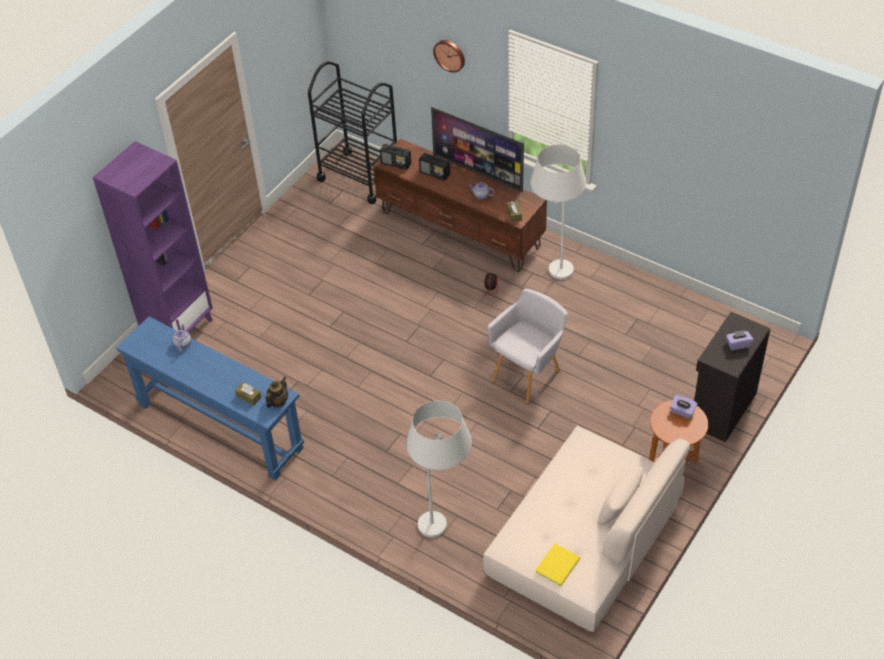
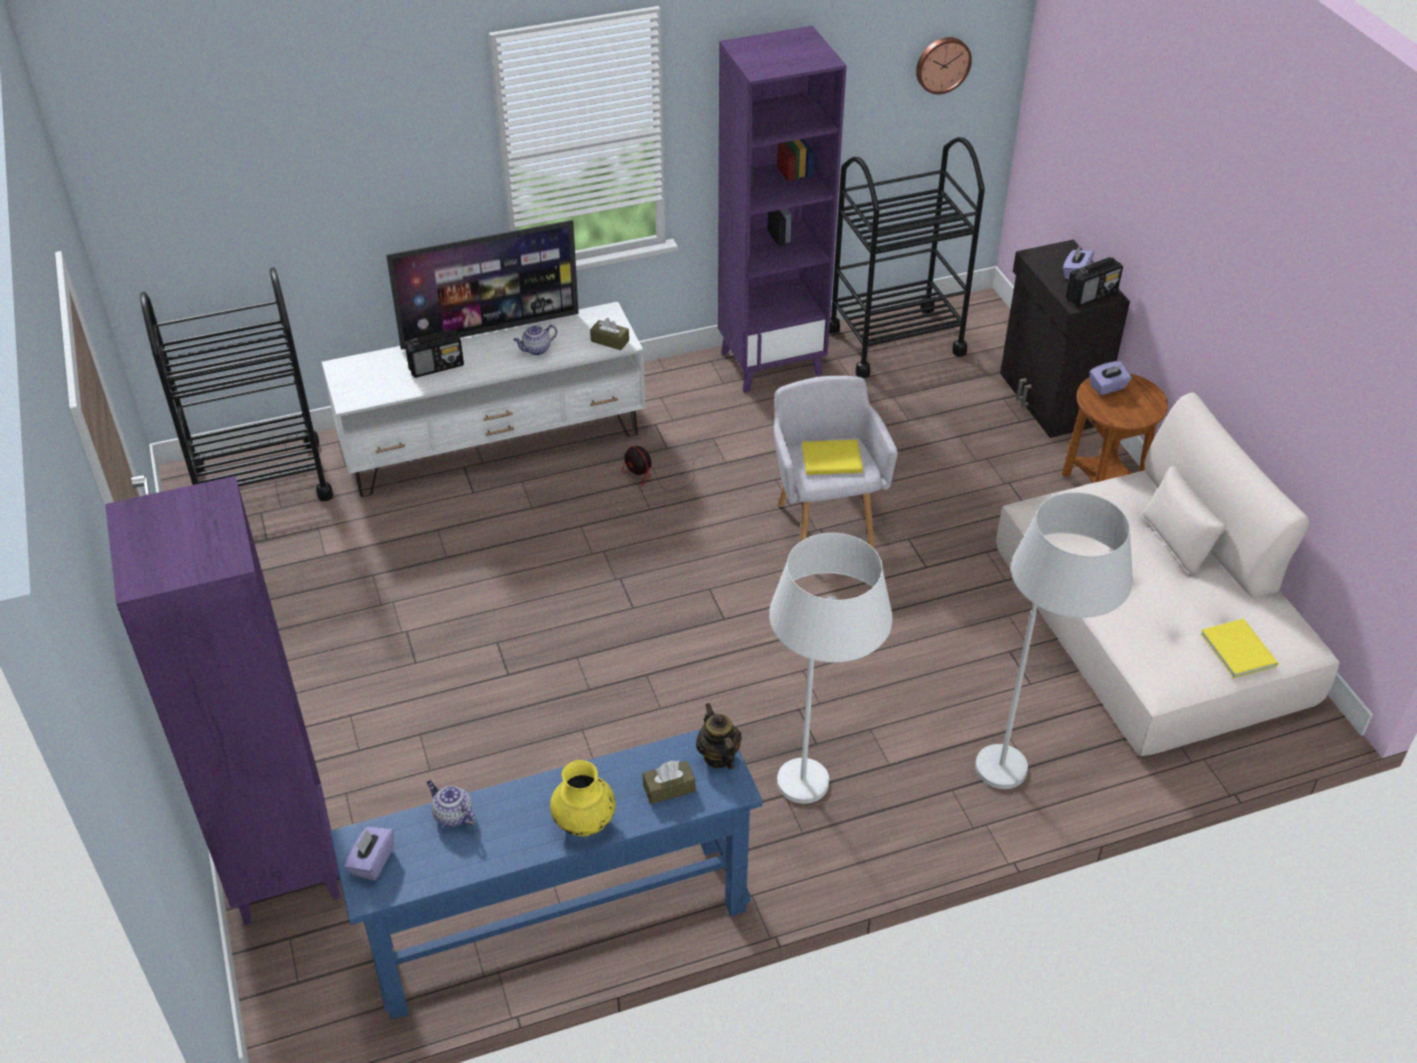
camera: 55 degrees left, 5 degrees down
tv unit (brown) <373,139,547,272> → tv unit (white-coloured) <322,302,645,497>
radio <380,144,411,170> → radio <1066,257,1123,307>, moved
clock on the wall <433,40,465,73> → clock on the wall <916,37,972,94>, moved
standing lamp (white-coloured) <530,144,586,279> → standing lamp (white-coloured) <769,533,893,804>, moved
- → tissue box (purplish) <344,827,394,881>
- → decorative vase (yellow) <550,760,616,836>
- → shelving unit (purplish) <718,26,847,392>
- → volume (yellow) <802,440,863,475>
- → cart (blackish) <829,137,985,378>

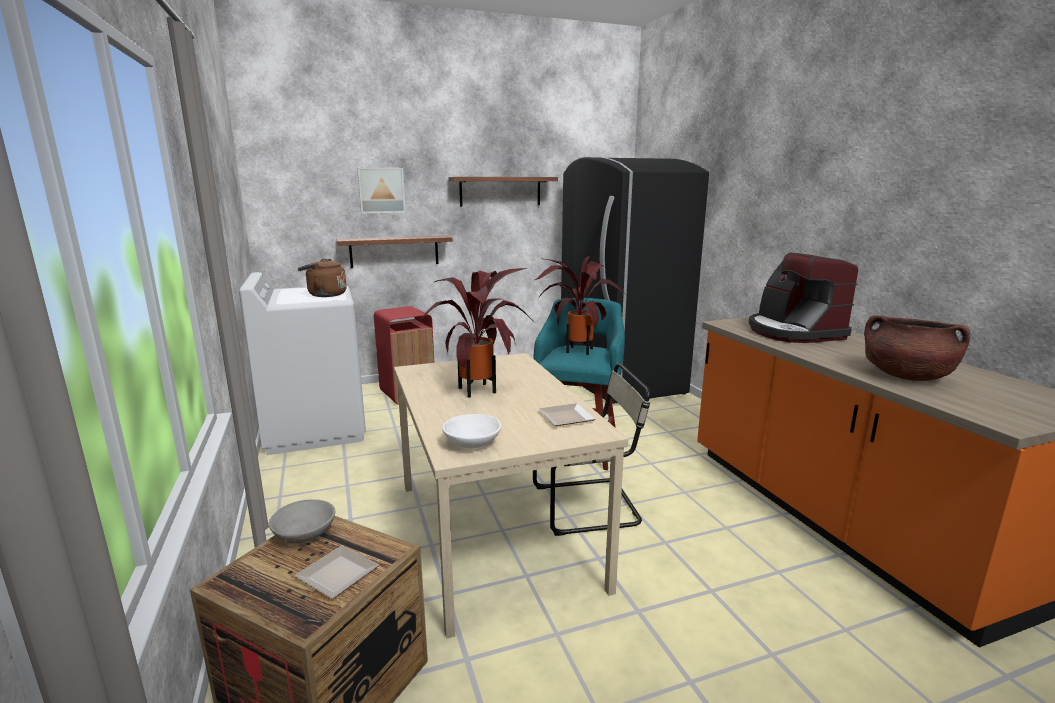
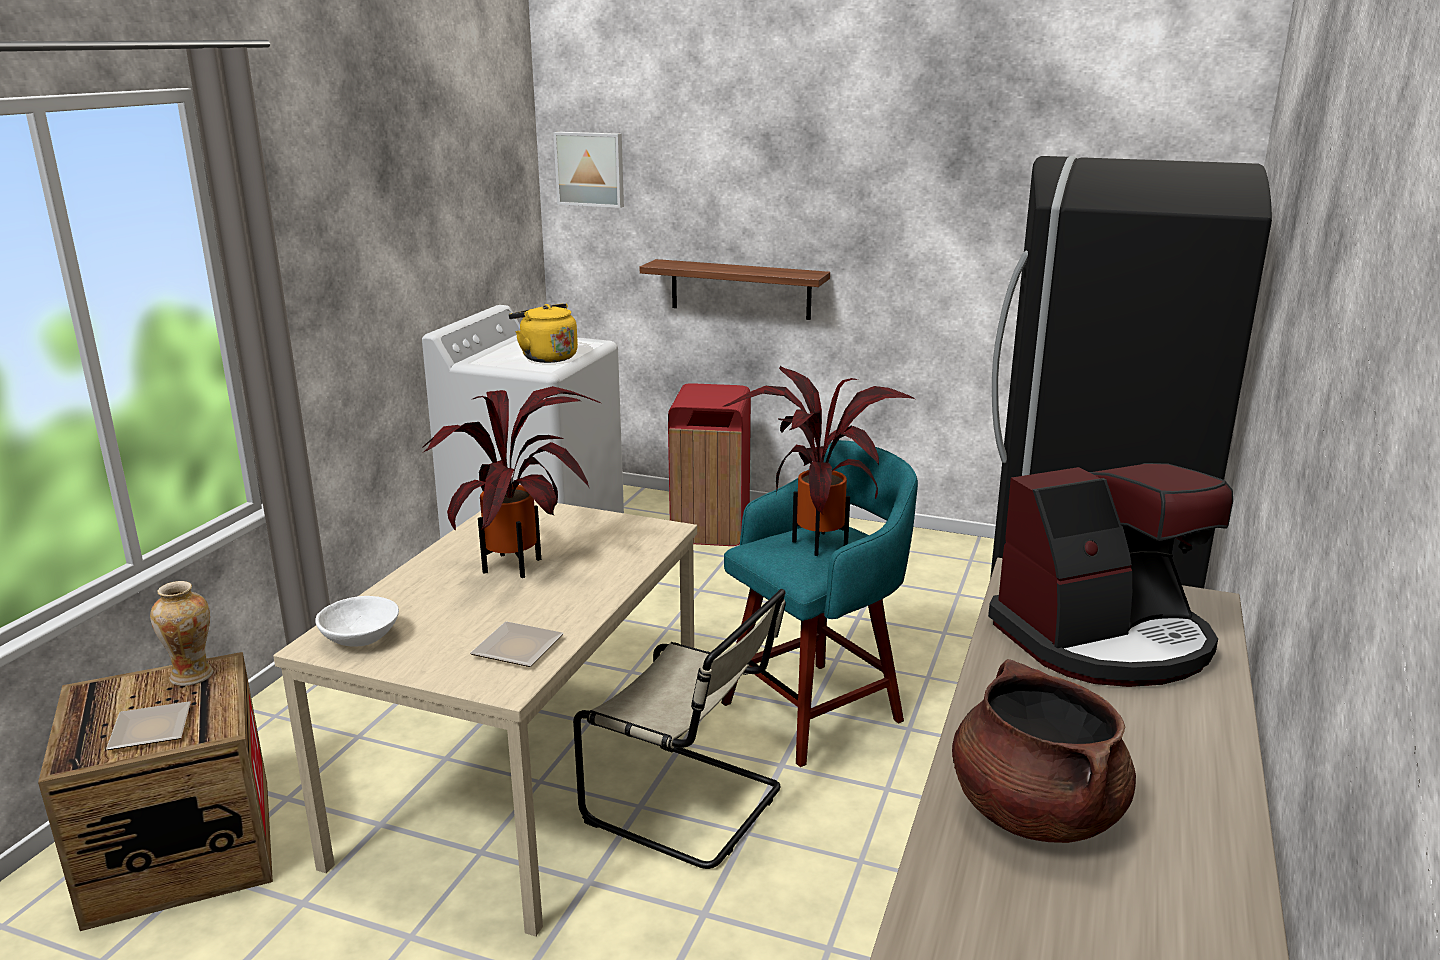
camera: 40 degrees right, 5 degrees up
bowl (greyish) <269,499,335,544> → decorative vase <150,581,213,686>
water kettle (brown) <298,259,347,297> → water kettle (yellow) <509,303,578,363>
picture <357,168,406,214> → picture <553,132,624,208>, moved
bracket shelf <448,177,558,206> → -
coffee machine <749,253,858,343> → coffee machine <988,463,1233,687>, 135 degrees counterclockwise

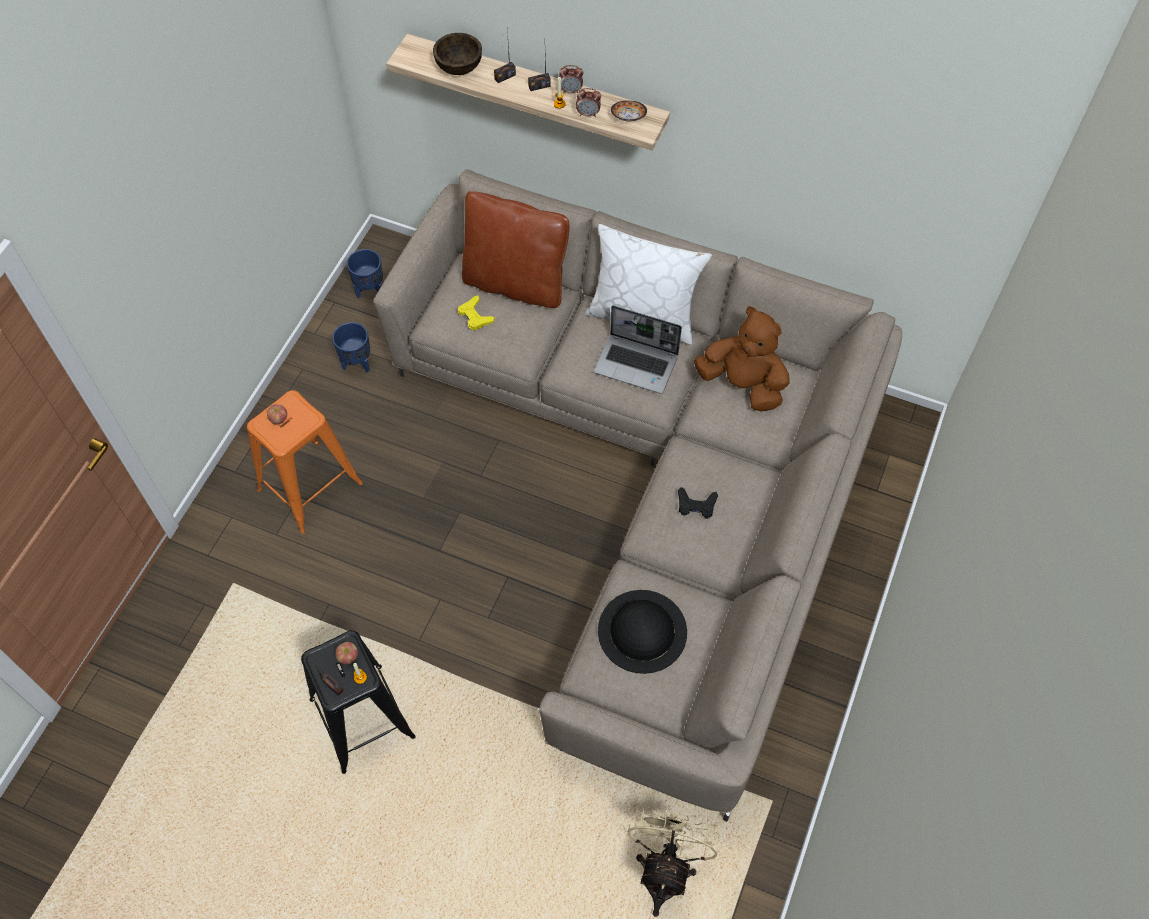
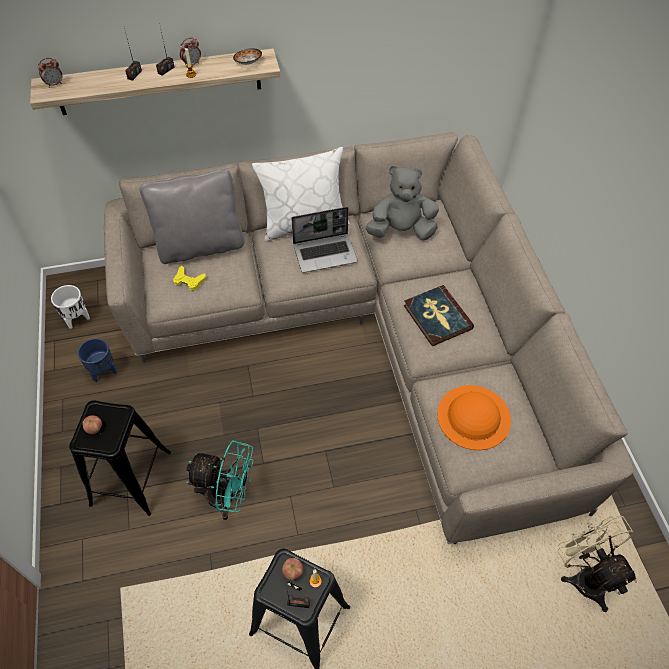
camera: 35 degrees left, 5 degrees down
sitting stool (orangey) <247,390,363,534> → sitting stool (blackish) <69,401,171,516>
planter (blue) <347,249,383,298> → planter (white-coloured) <51,285,90,329>
bowl (brown) <433,33,482,75> → -
cushion (brown) <462,191,569,308> → cushion (greyish) <140,169,244,264>
table clock <576,88,601,117> → table clock <38,58,62,88>, moved
clothing hat (blackish) <598,590,687,674> → clothing hat (orangey) <437,385,511,450>
joypad (blackish) <678,487,718,519> → volume <404,285,474,346>
cuddly toy (brown) <694,306,790,411> → cuddly toy (greyish) <365,166,439,241>
- → fan (turquoise) <186,440,254,520>

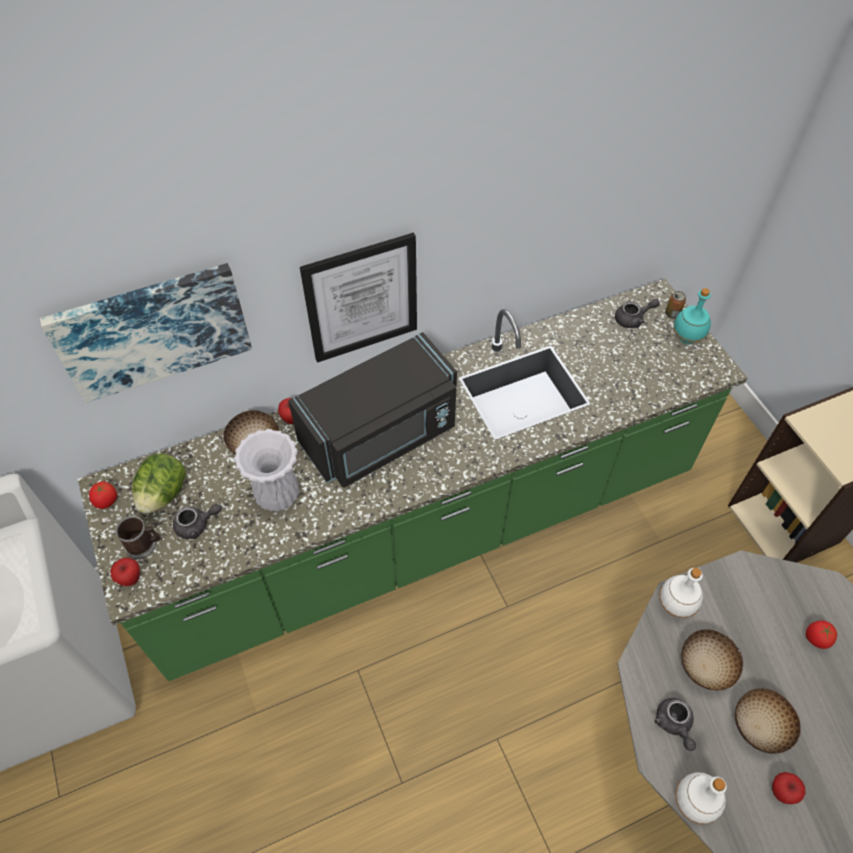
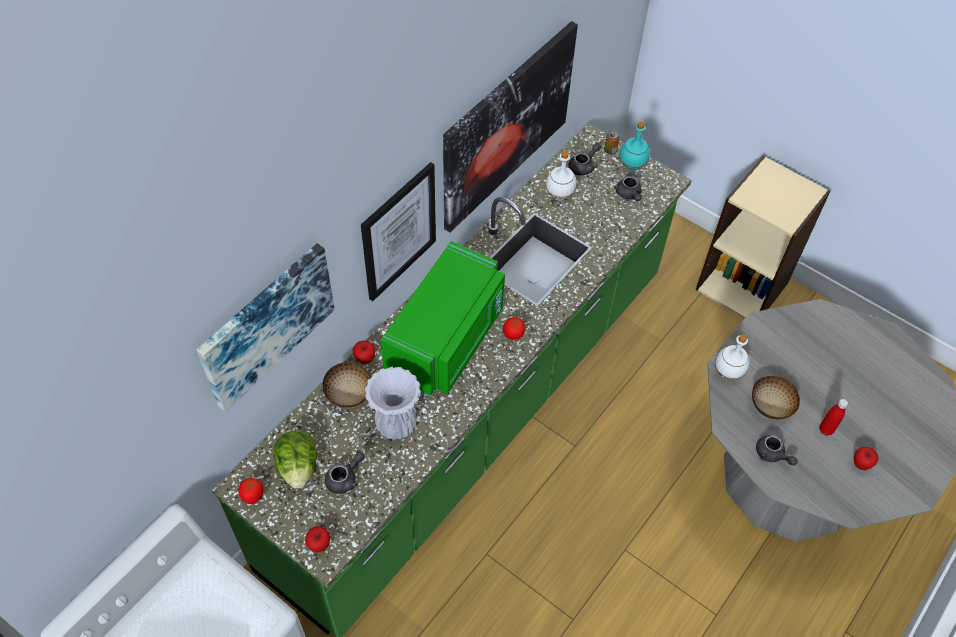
camera: 30 degrees left, 0 degrees up
coffee mug <116,516,161,559> → -
kitchen microwave (blackish) <288,332,457,488> → kitchen microwave (greenish) <381,241,505,397>
beverage bottle (white-coloured) <675,773,727,825> → beverage bottle (white-coloured) <546,151,576,201>, moved
bowl <735,688,801,754> → beverage bottle (red) <820,399,848,436>
fresh tomato <806,620,837,649> → fresh tomato <503,317,525,340>, moved
- → picture <443,21,578,232>
- → pot for tea (greyish) <614,176,642,201>

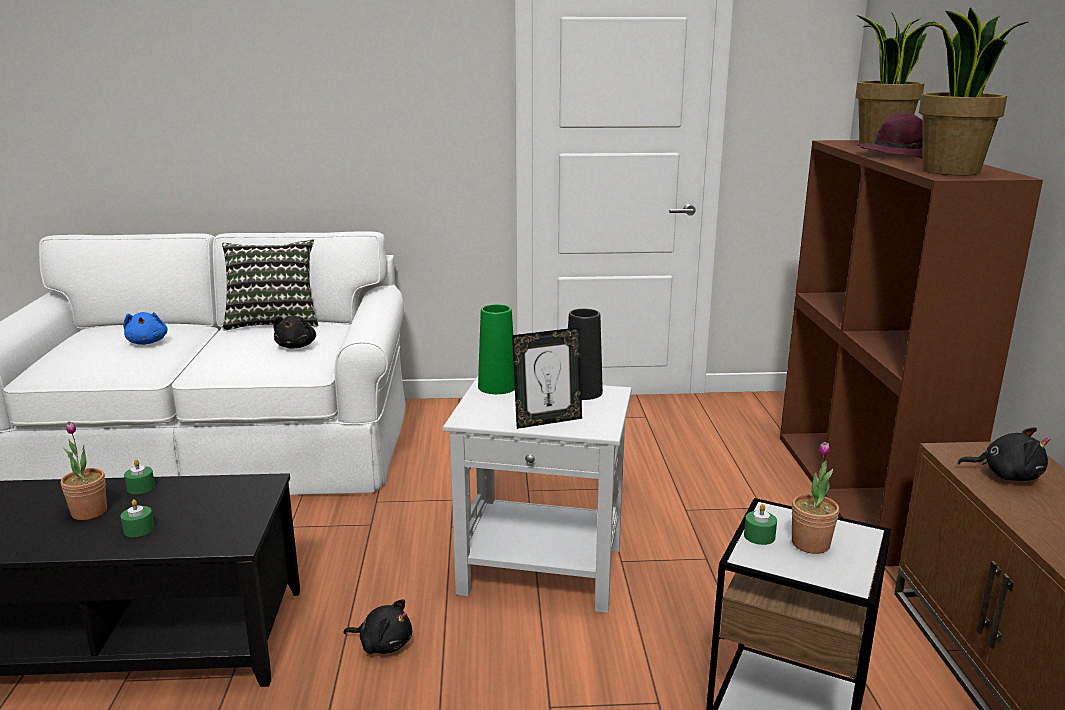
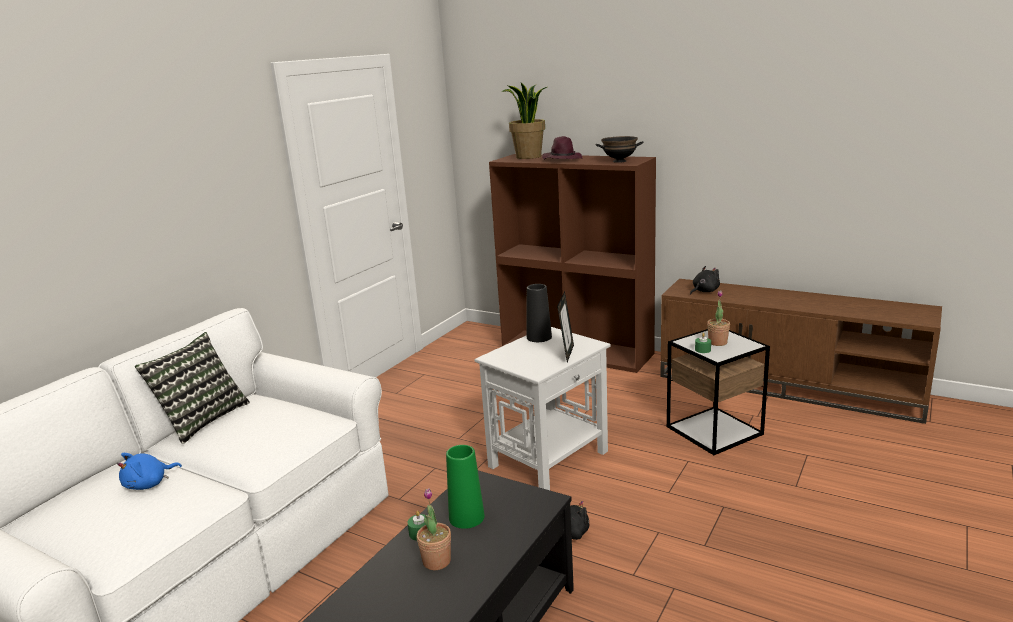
camera: 55 degrees left, 0 degrees up
wax candle (greenish) <121,499,154,537> → -
cuddly toy (blue) <123,312,168,345> → cuddly toy (blue) <117,453,182,490>, 120 degrees clockwise
cuddly toy (blackish) <274,316,316,349> → -
decorative vase (greenish) <478,304,515,394> → decorative vase (greenish) <446,445,485,529>, moved
houseplant <919,7,1028,175> → bowl (blackish) <596,136,644,163>

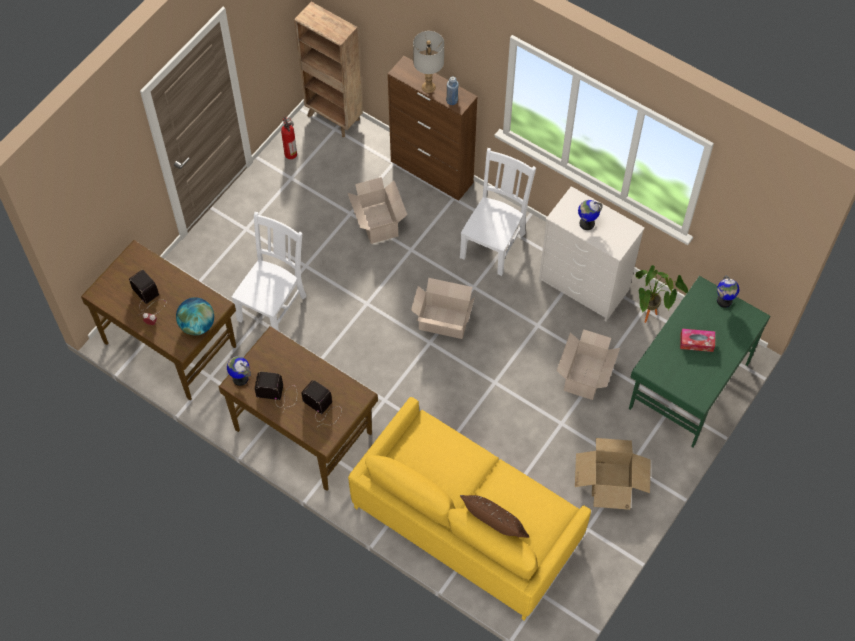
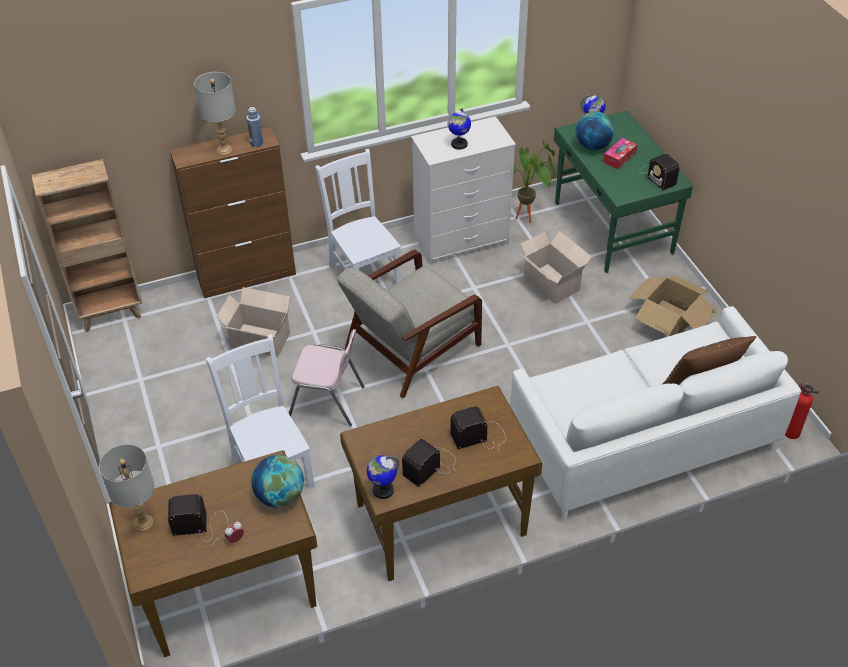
camera: 55 degrees left, 15 degrees down
fire-fighting cylinder <281,116,297,159> → fire-fighting cylinder <785,382,819,439>, moved
settee (yellow) <348,397,591,621> → settee (white-coloured) <510,306,801,521>
packing box <411,278,475,339> → lounge chair (greyish) <337,250,482,399>
- → table lamp (greyish) <99,444,154,532>
- → upright chair (pink-coloured) <289,329,365,426>
- → desk globe <575,111,614,150>
- → radio <640,154,679,190>

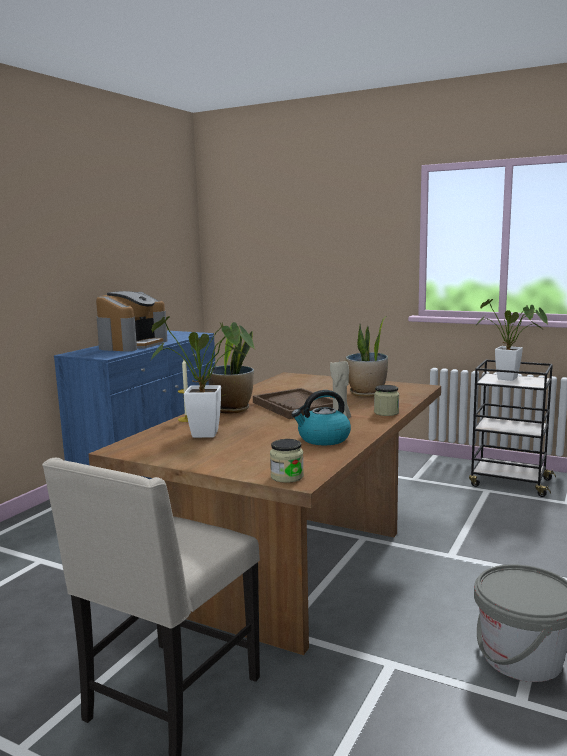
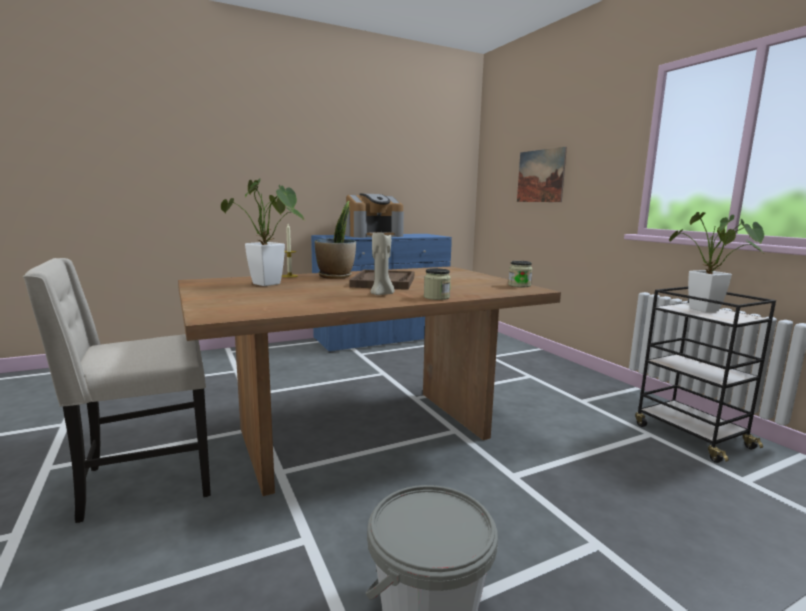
camera: 35 degrees right, 0 degrees up
storage jar <270,439,304,483> → storage jar <508,261,532,287>, moved
water kettle <291,390,351,445> → -
houseplant <345,316,388,397> → -
- → picture <517,147,567,202>

